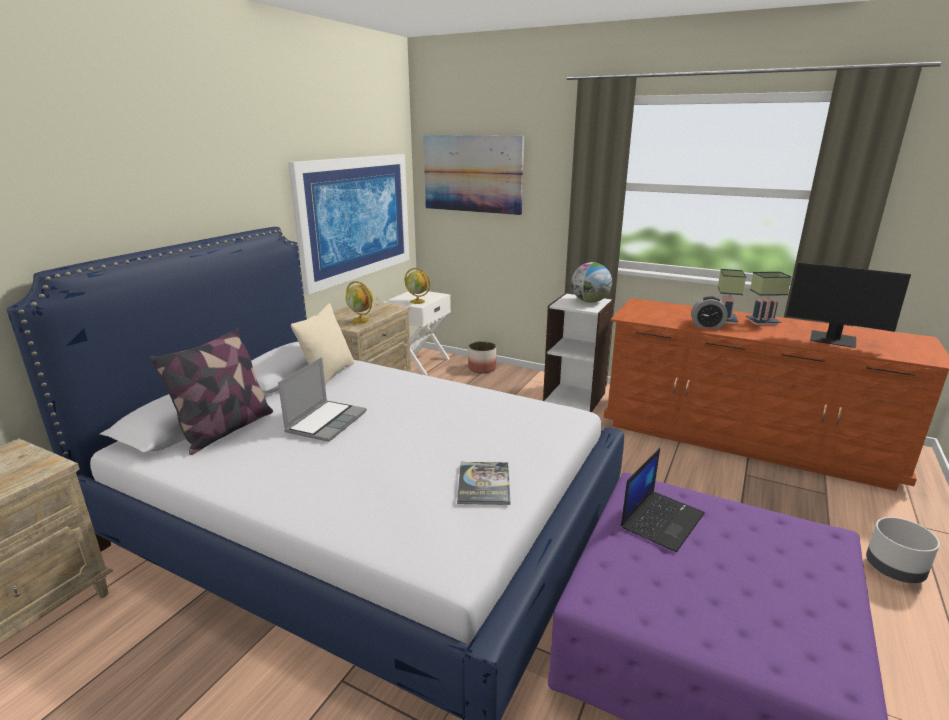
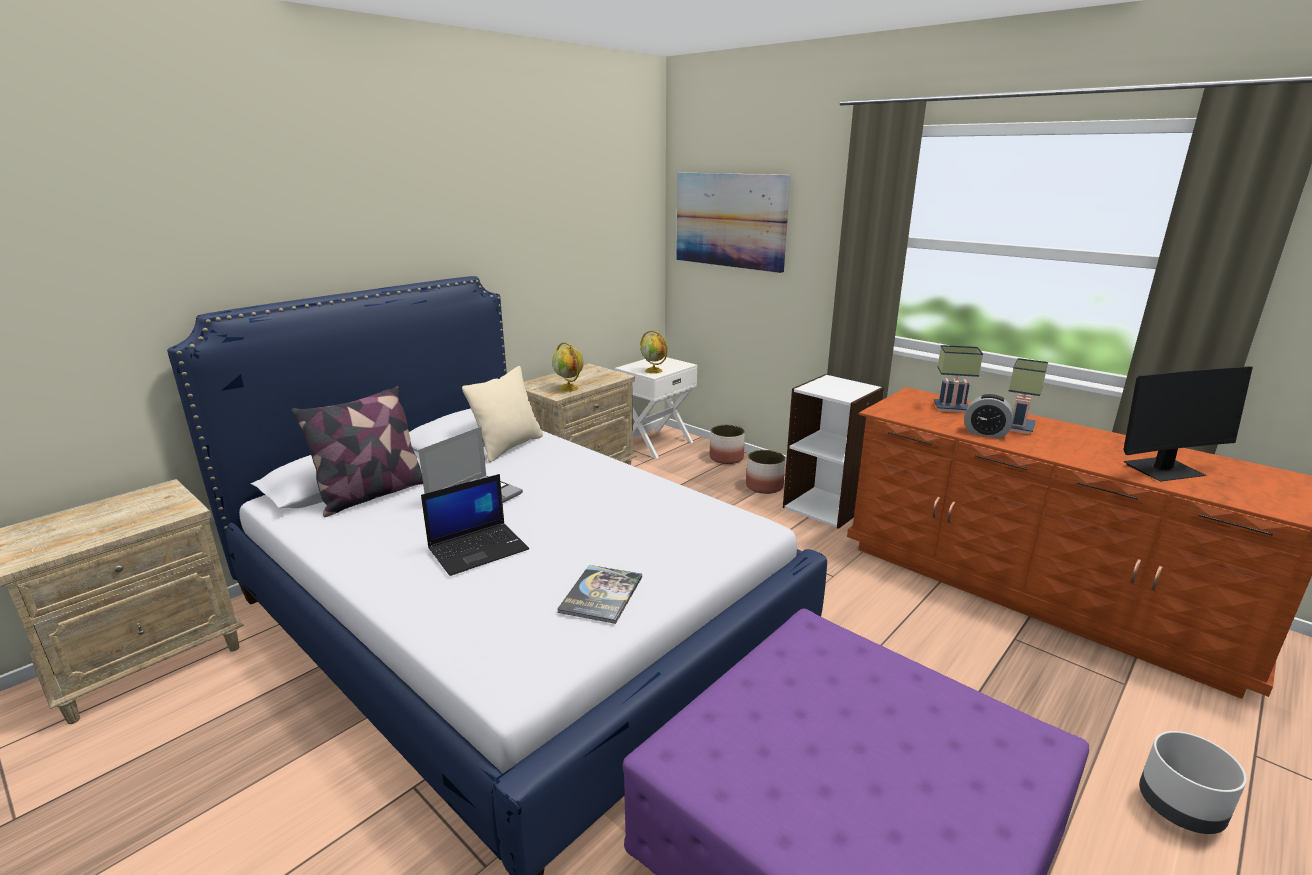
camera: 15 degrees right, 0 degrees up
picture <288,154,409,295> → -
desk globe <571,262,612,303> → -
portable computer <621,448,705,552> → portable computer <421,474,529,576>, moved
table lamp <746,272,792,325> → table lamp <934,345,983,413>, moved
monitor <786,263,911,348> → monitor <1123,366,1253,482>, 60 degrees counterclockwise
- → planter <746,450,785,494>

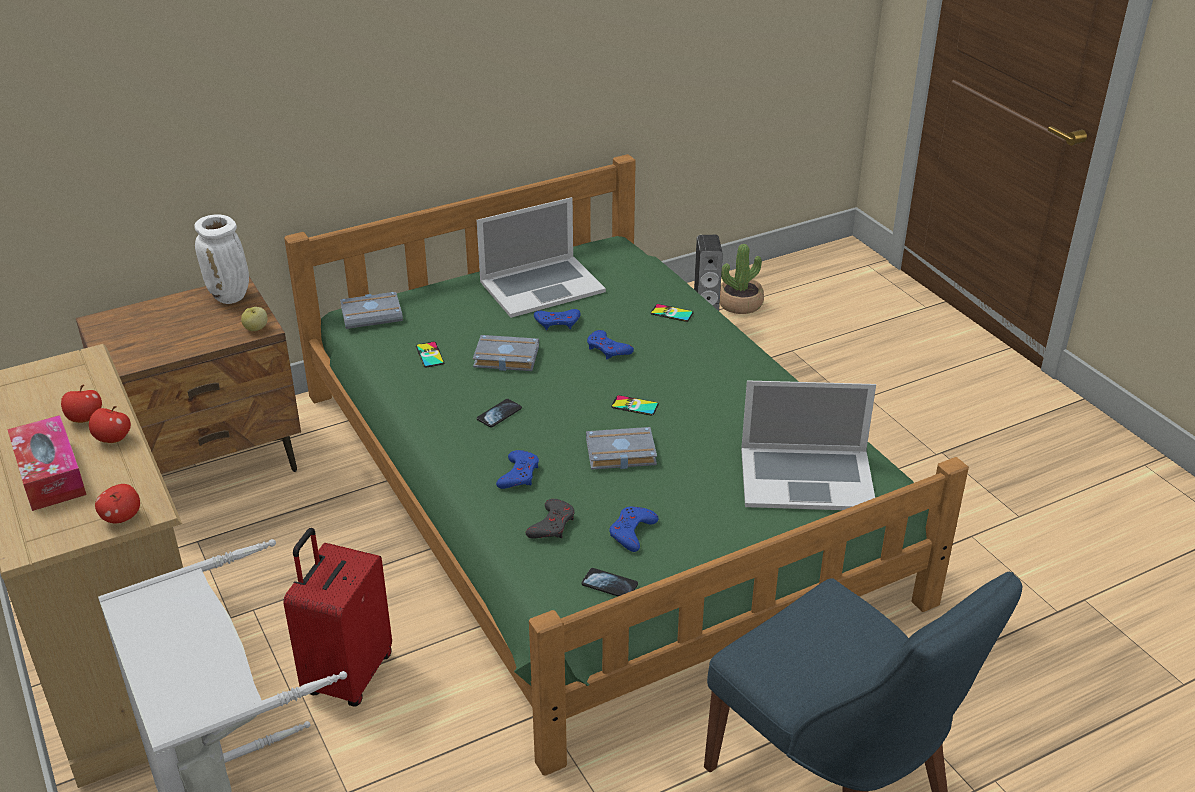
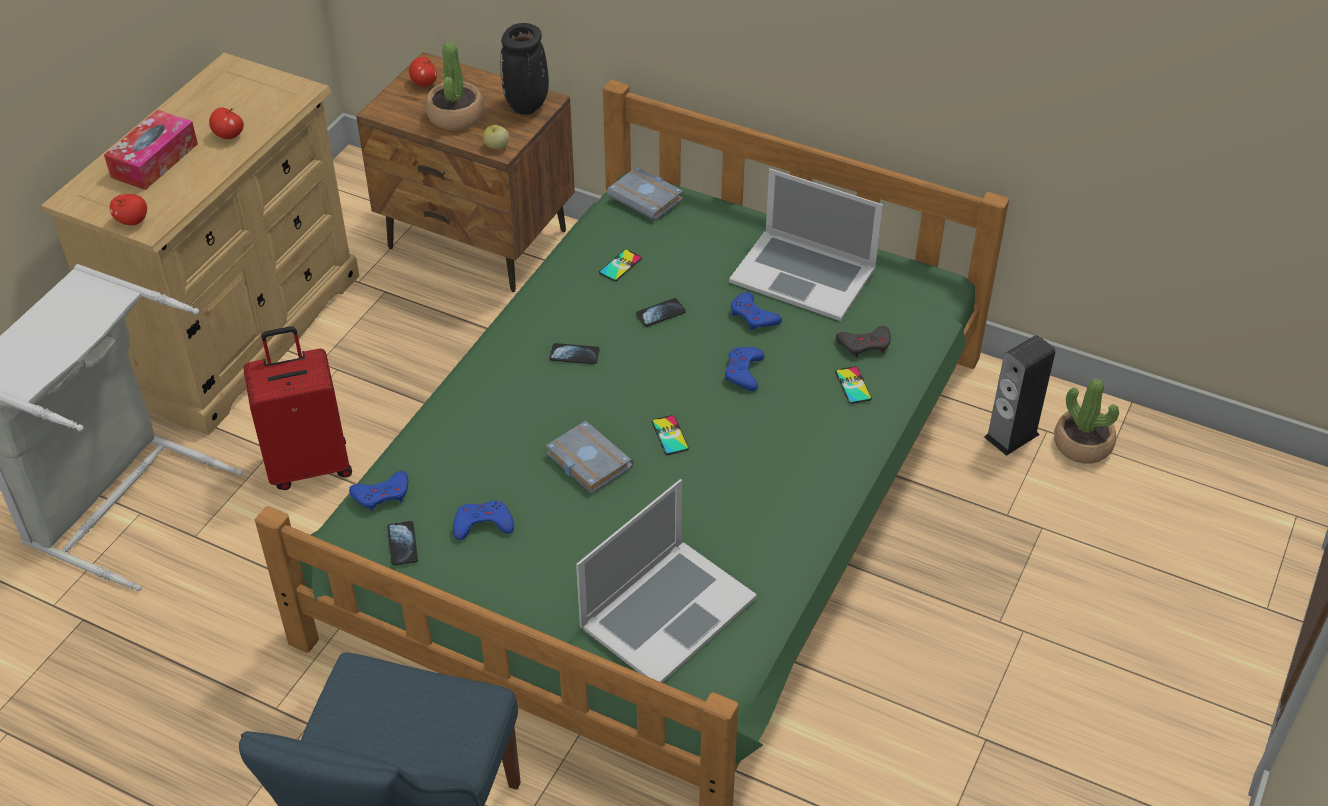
camera: 55 degrees right, 10 degrees up
whole apple <89,406,131,443> → whole apple <409,57,437,87>, moved
decorative vase (white-coloured) <194,214,249,304> → decorative vase (blackish) <500,23,549,115>
volume (greyish) <473,335,539,371> → phone <636,298,686,327>
joypad (blue) <496,450,539,489> → joypad (blue) <349,471,408,511>, moved
joypad (greyish) <526,499,574,539> → joypad (greyish) <836,326,891,358>, moved
portable computer <741,380,876,510> → portable computer <576,479,757,683>, 105 degrees counterclockwise
- → houseplant <426,42,484,130>

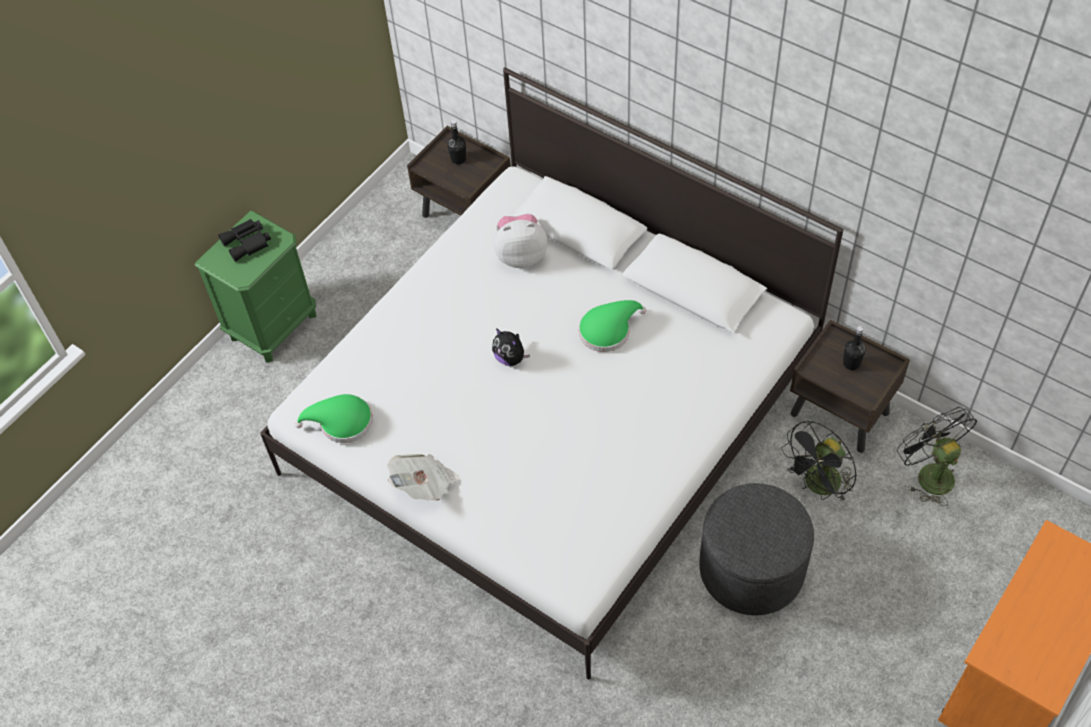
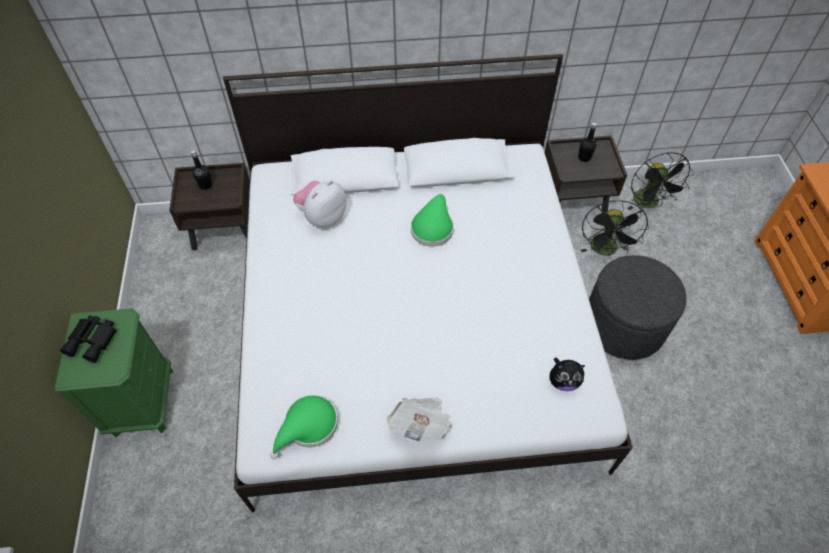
camera: 45 degrees left, 0 degrees up
cuddly toy <492,328,530,366> → cuddly toy <550,358,585,391>, moved
fan (blackish) <897,407,977,506> → fan (blackish) <628,152,694,210>, 120 degrees counterclockwise

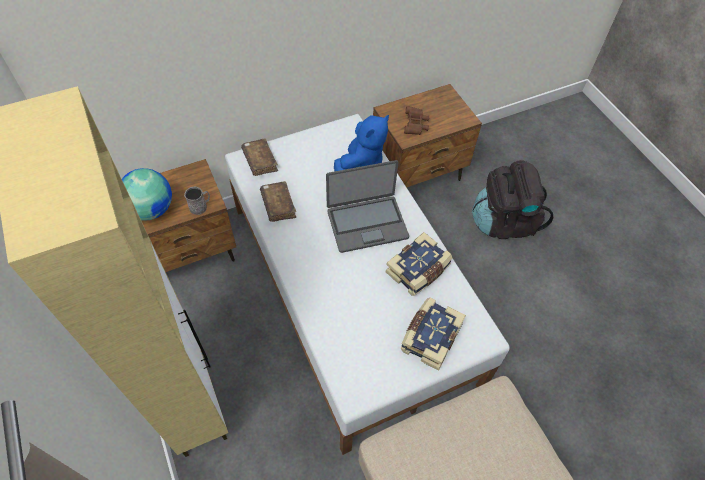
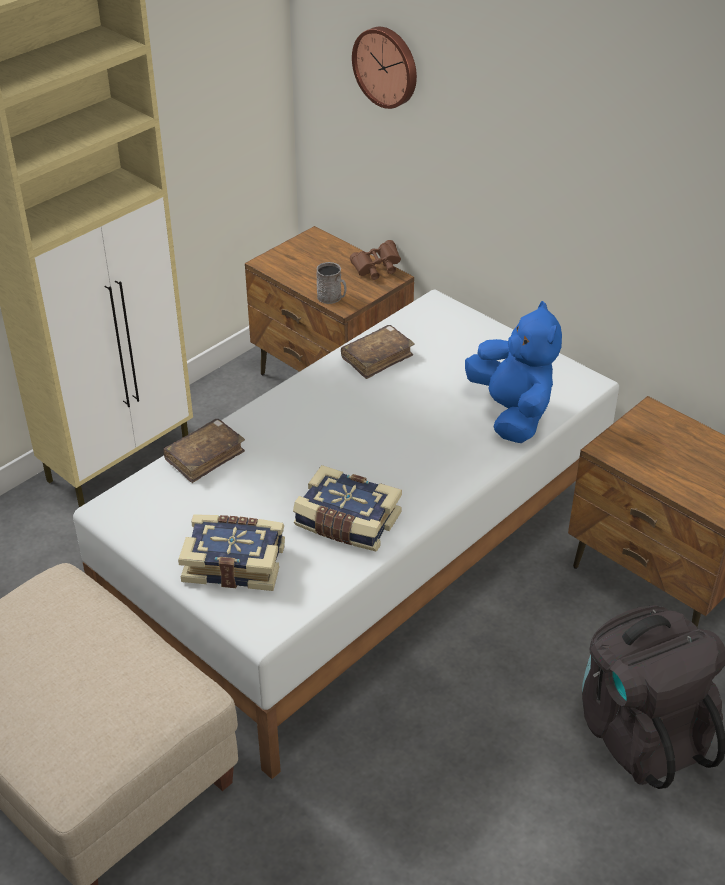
camera: 70 degrees right, 15 degrees down
desk globe <122,168,172,221> → -
volume (brown) <241,138,278,176> → volume (brown) <163,419,245,483>, moved
portable computer <326,160,409,253> → -
cuddly toy (blue) <334,115,389,171> → cuddly toy (blue) <465,301,562,443>, 120 degrees counterclockwise
pair of binoculars (brown) <404,106,429,135> → pair of binoculars (brown) <350,240,401,280>, moved
- → clock on the wall <352,27,417,109>

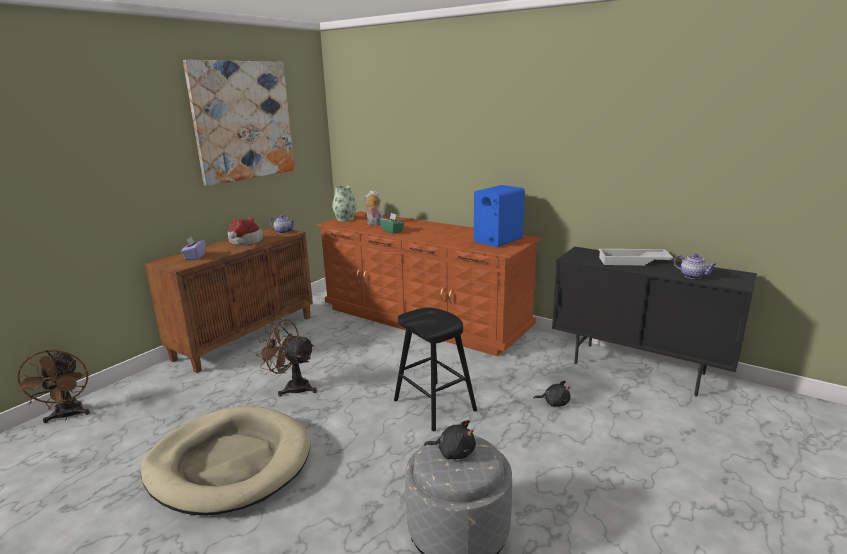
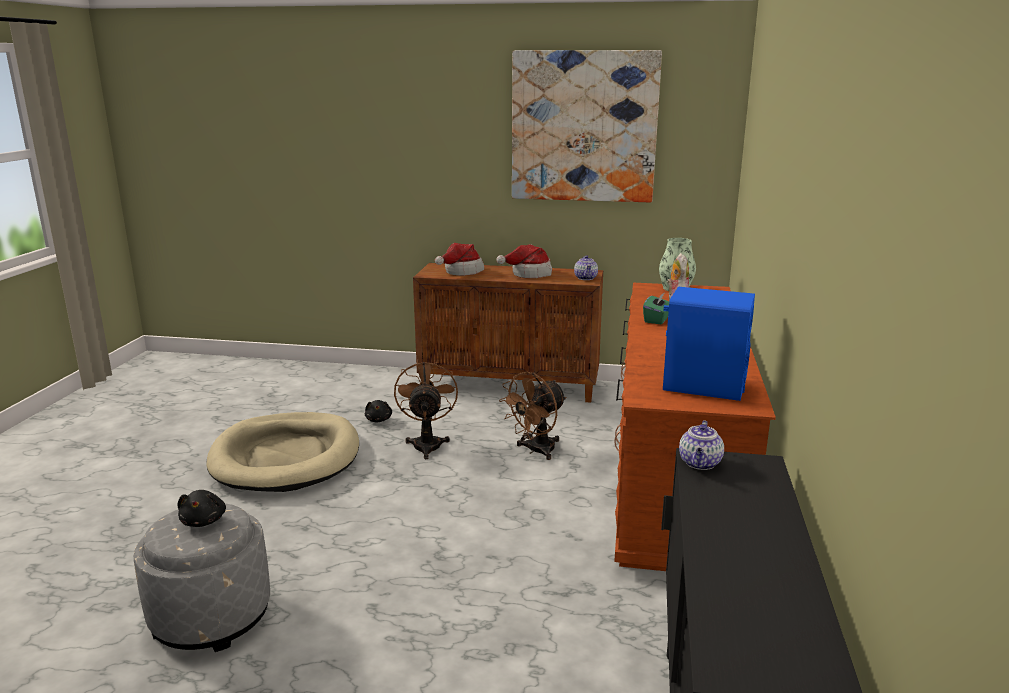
camera: 65 degrees right, 0 degrees up
fan (brown) <16,350,90,423> → fan (brown) <499,371,567,460>, moved
tissue box (purplish) <181,237,206,260> → clothing hat <435,243,484,276>
sitting stool (blackish) <394,308,477,432> → -
cuddly toy (blackish) <533,381,571,407> → cuddly toy (blackish) <365,400,392,422>, moved
serving tray (white-coloured) <598,249,674,266> → -
pot for tea <674,254,717,279> → pot for tea <679,420,724,470>, moved

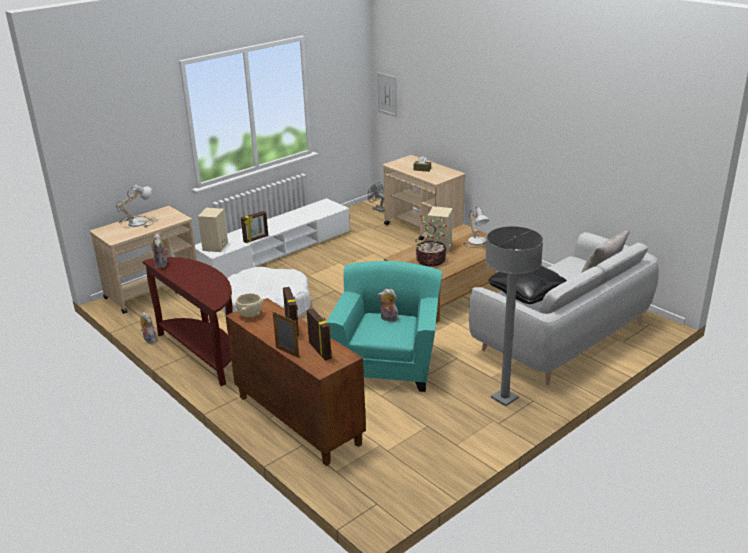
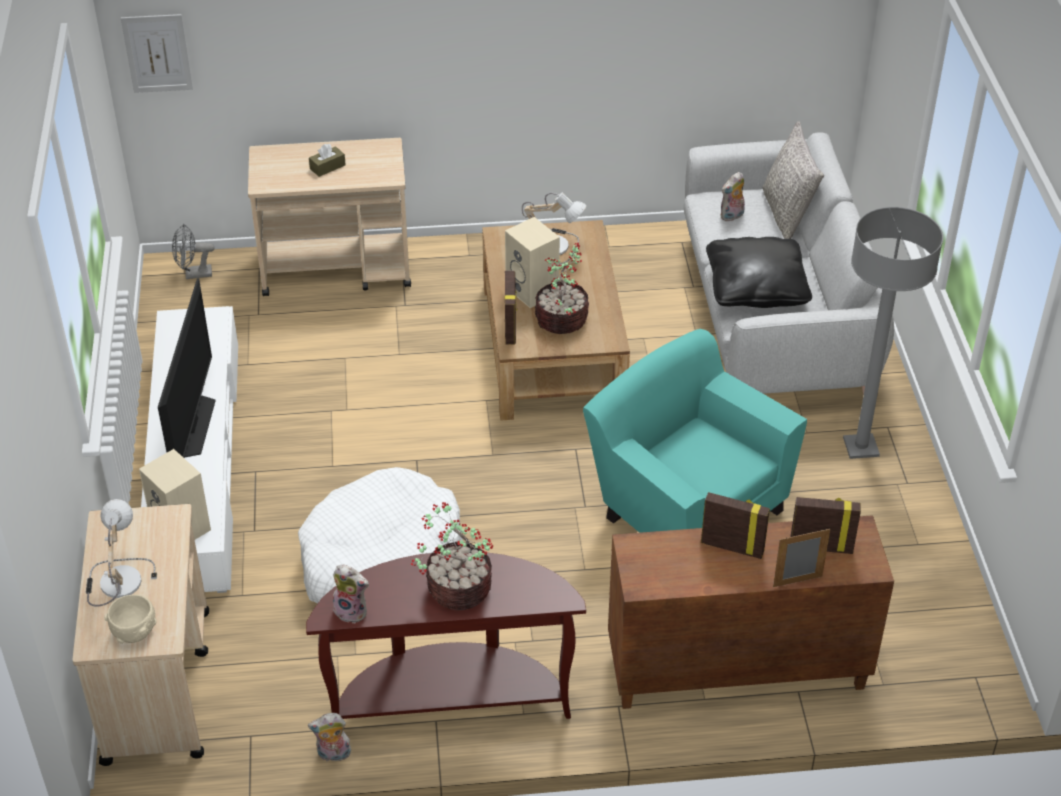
camera: 55 degrees left, 15 degrees up
bowl (beige-coloured) <236,293,263,318> → bowl (beige-coloured) <105,595,157,644>, moved
photo frame <241,211,268,243> → photo frame <505,271,517,345>, moved
cuddly toy <377,289,398,322> → cuddly toy <720,172,745,221>, moved
- → TV set <158,278,216,458>
- → houseplant <411,502,493,610>

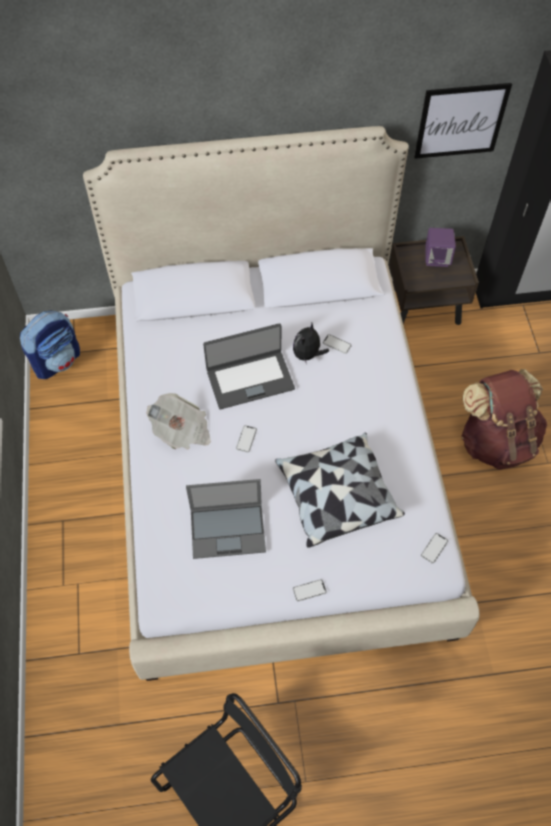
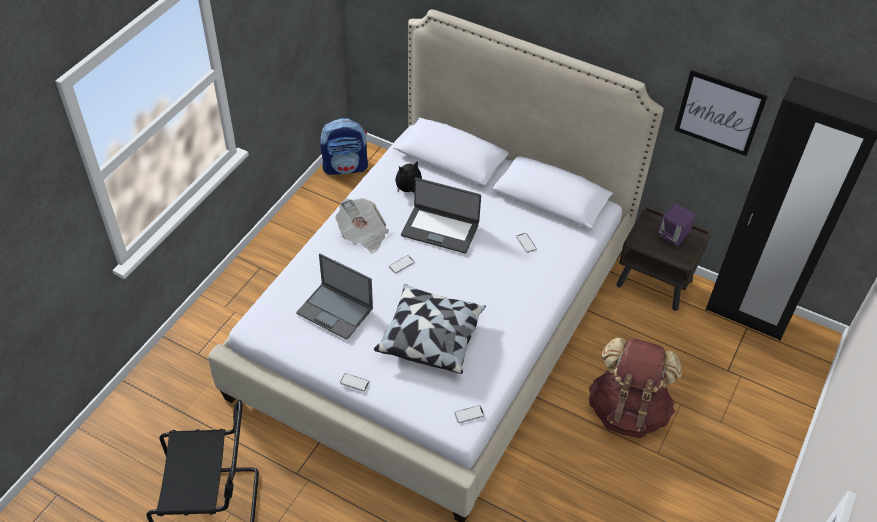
camera: 35 degrees right, 10 degrees down
cuddly toy <293,323,329,364> → cuddly toy <395,160,422,193>, moved

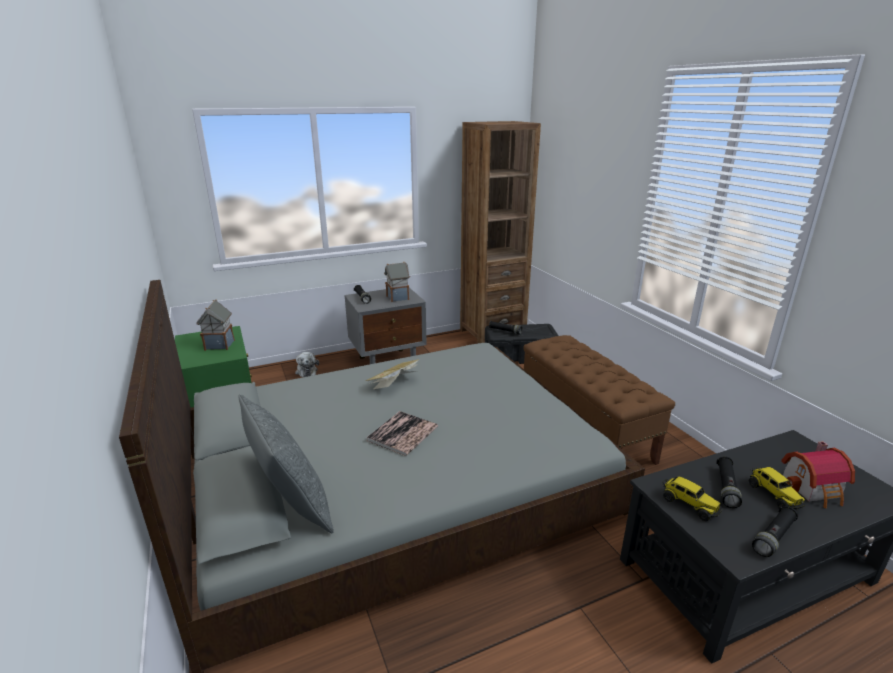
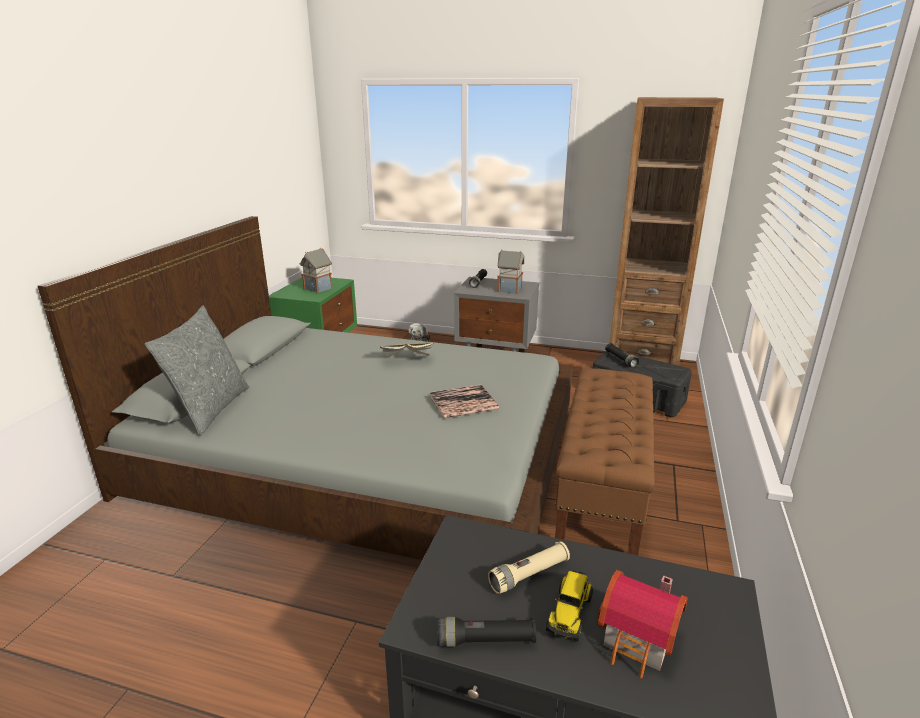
camera: 40 degrees right, 0 degrees up
volume <366,411,438,456> → volume <429,384,499,418>, moved
toy lorry <662,477,722,521> → -
hand torch (blackish) <716,456,742,508> → hand torch (beige-coloured) <488,542,570,594>

